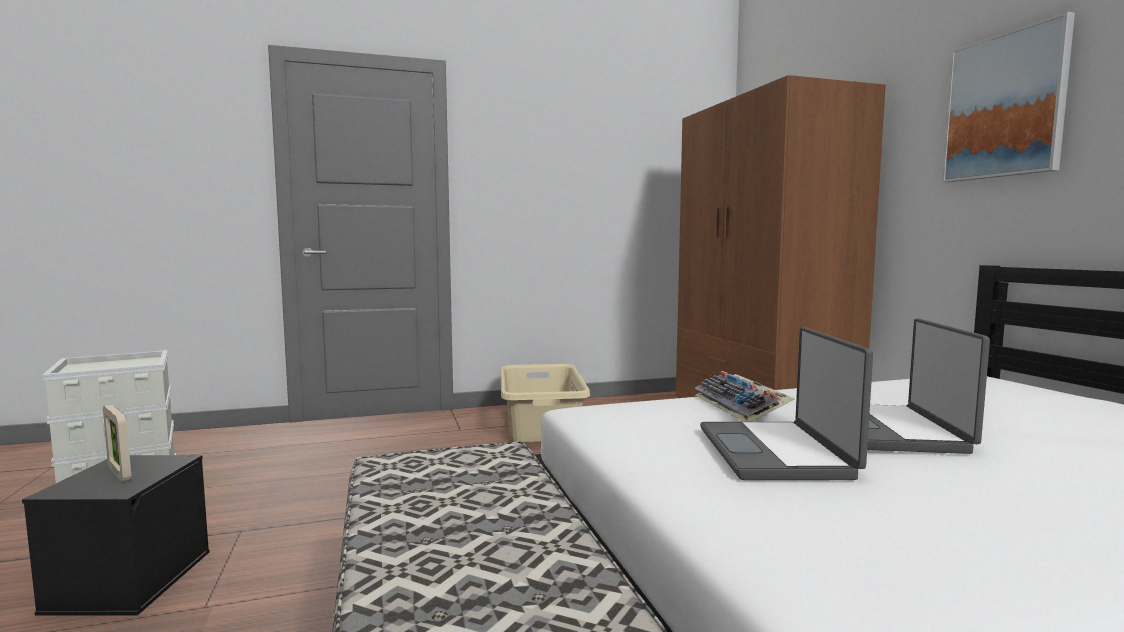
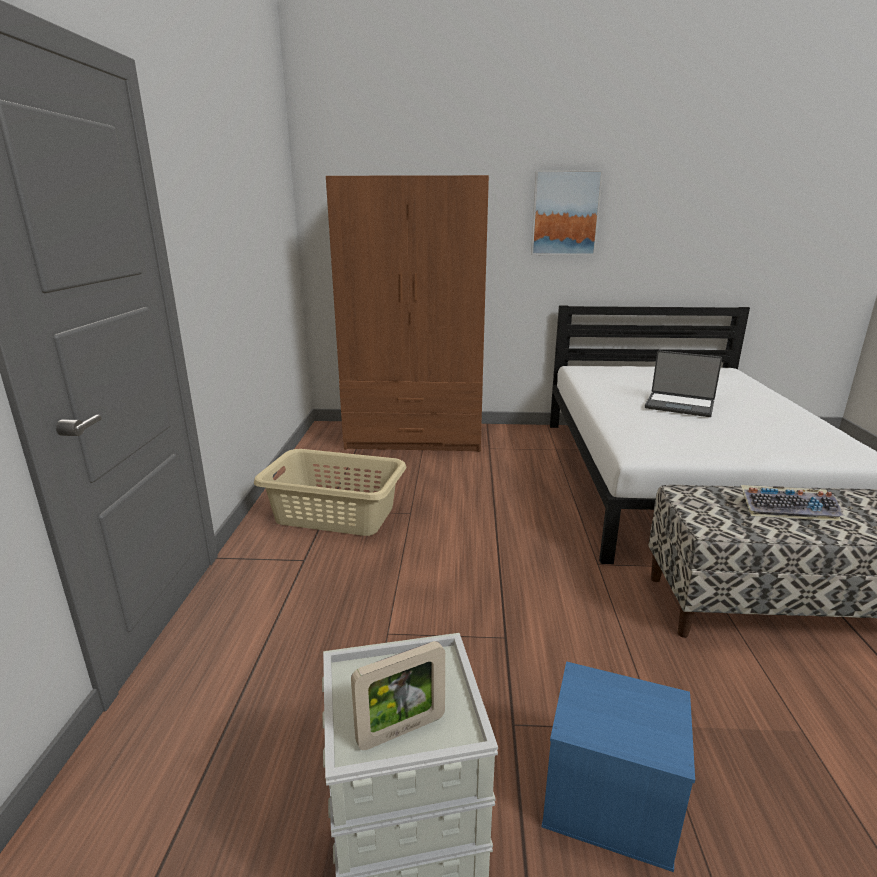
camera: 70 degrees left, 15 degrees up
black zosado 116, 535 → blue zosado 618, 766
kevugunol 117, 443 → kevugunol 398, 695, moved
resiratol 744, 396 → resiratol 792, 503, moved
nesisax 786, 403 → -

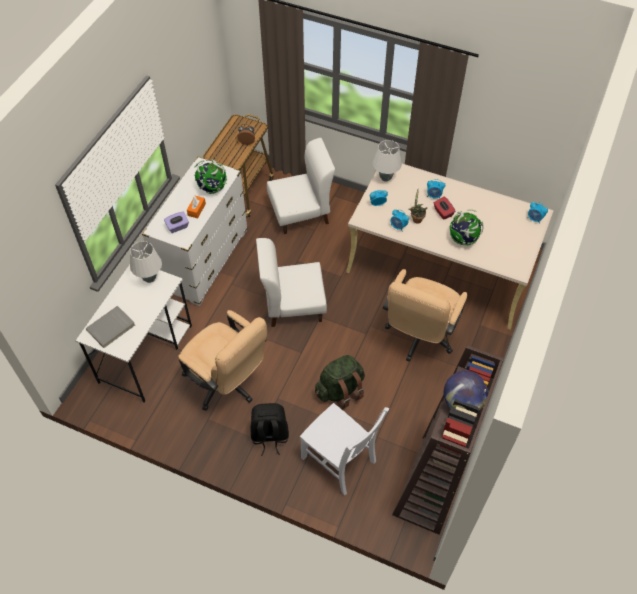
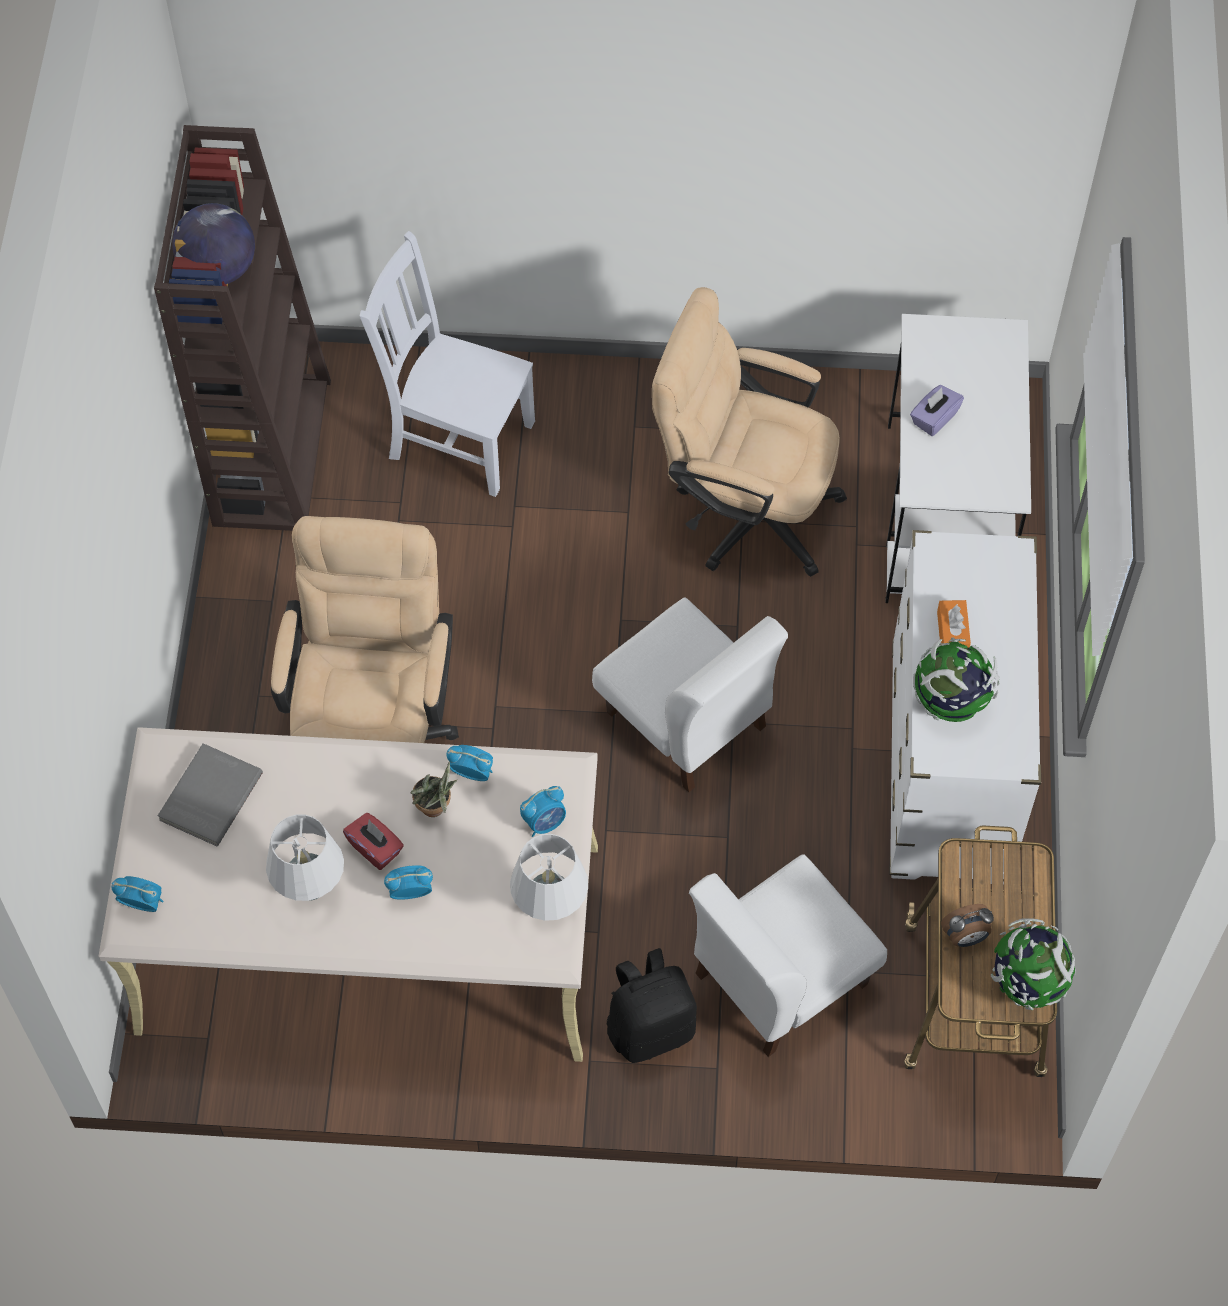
camera: 160 degrees right, 5 degrees up
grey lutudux 110, 327 → grey lutudux 210, 794, moved
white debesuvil 146, 262 → white debesuvil 305, 857, moved
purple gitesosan 176, 222 → purple gitesosan 937, 410, moved
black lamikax 270, 429 → black lamikax 652, 1005, moved
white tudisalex 291, 282 → white tudisalex 690, 694, 75 degrees clockwise
green lamikax 340, 382 → -
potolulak 466, 227 → potolulak 1033, 964, moved

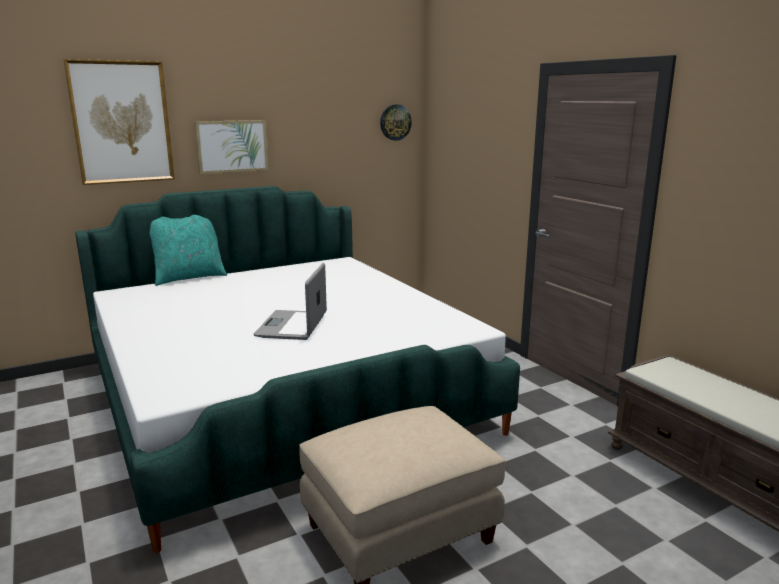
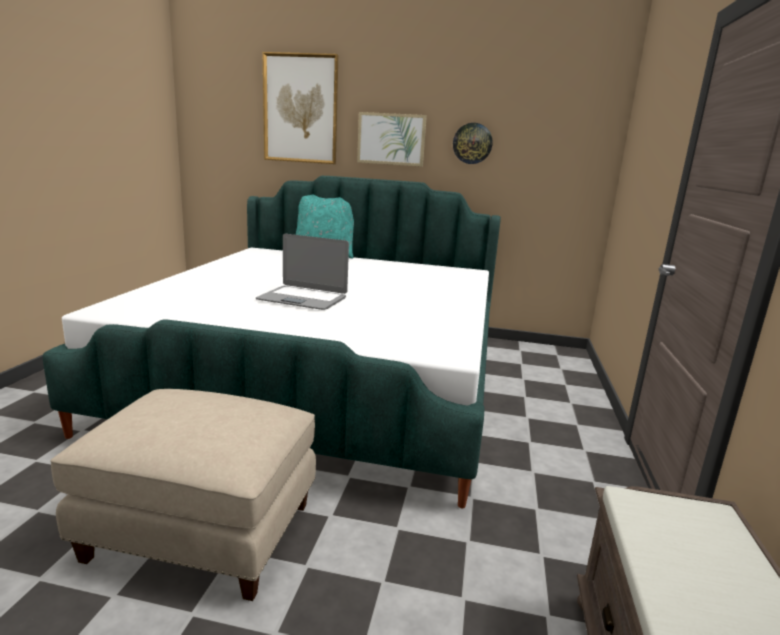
camera: 40 degrees right, 0 degrees up
nesisax 290, 301 → nesisax 302, 272, 120 degrees counterclockwise
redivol 396, 122 → redivol 473, 143, moved

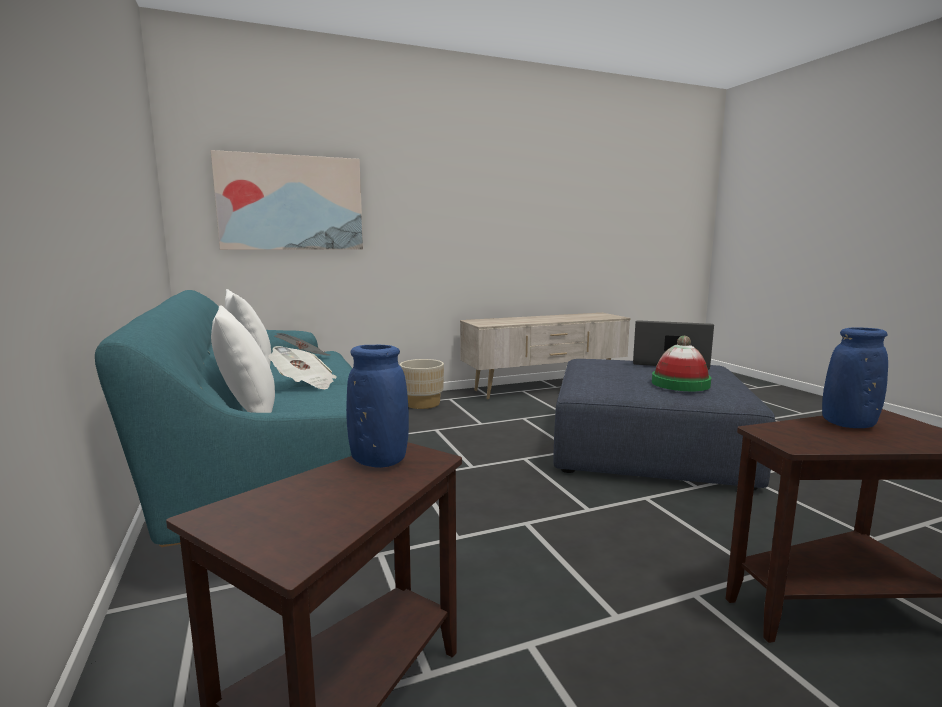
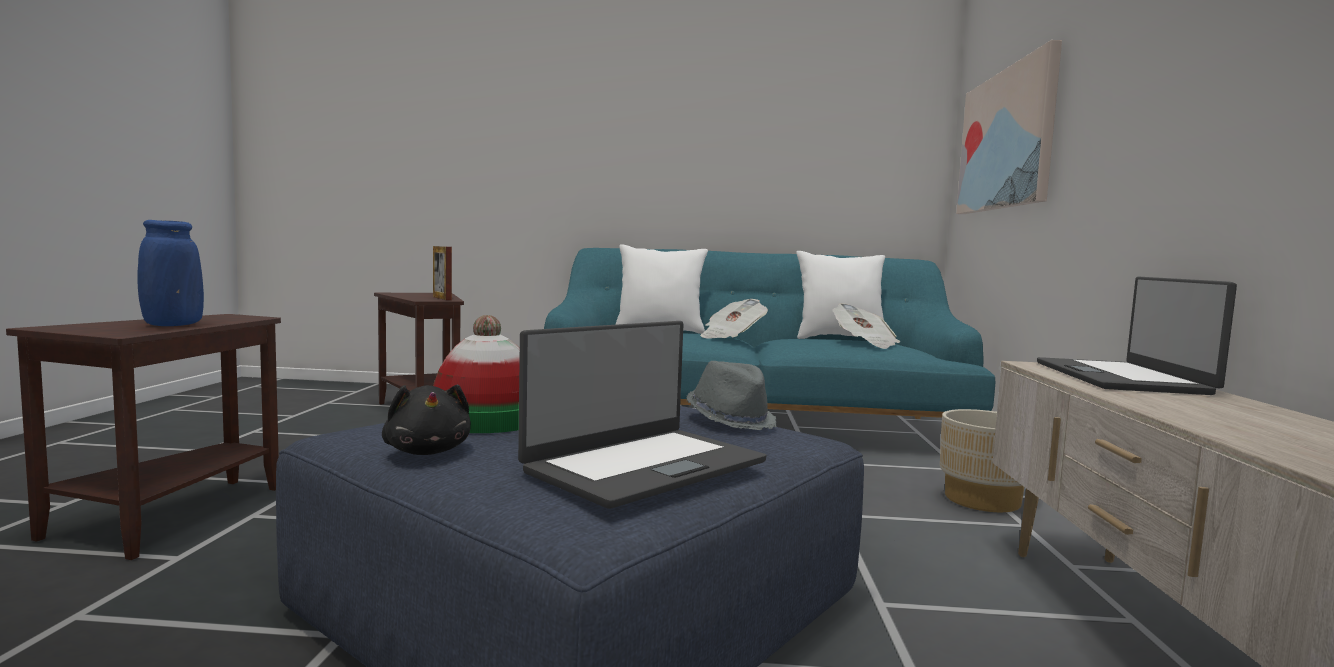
camera: 115 degrees right, 5 degrees down
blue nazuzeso 377, 406 → kevugunol 442, 273
- → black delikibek 426, 420
- → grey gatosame 732, 395
- → nesisax 1137, 336

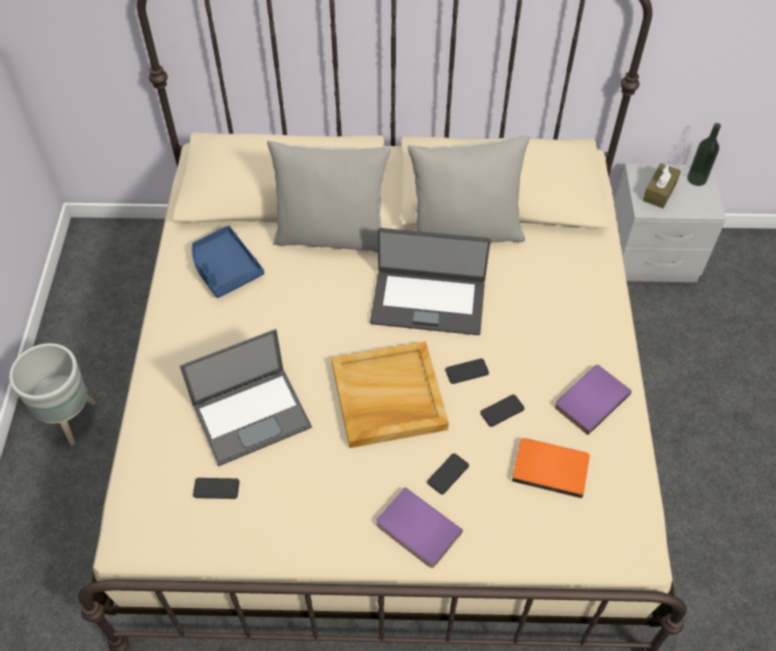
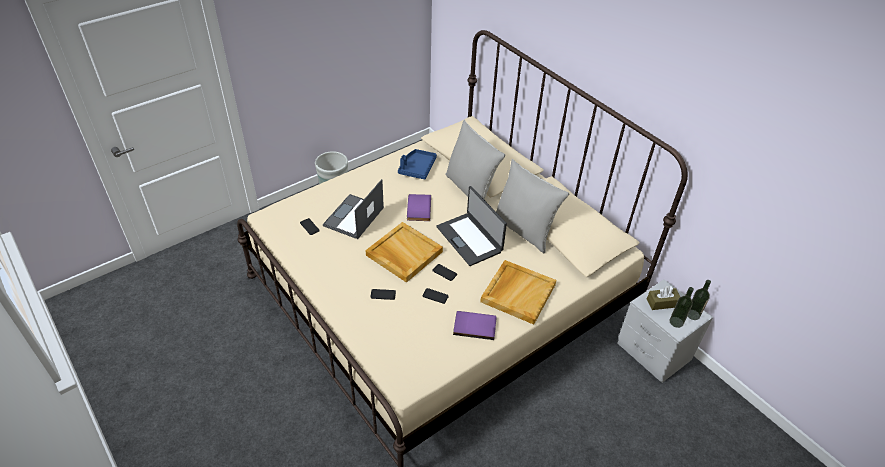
camera: 50 degrees right, 10 degrees down
nesisax 246, 398 → nesisax 353, 209, 90 degrees clockwise
purple lutudux 419, 527 → purple lutudux 419, 207, moved
orange lutudux 551, 468 → -
- → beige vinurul 518, 292
- → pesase 682, 307

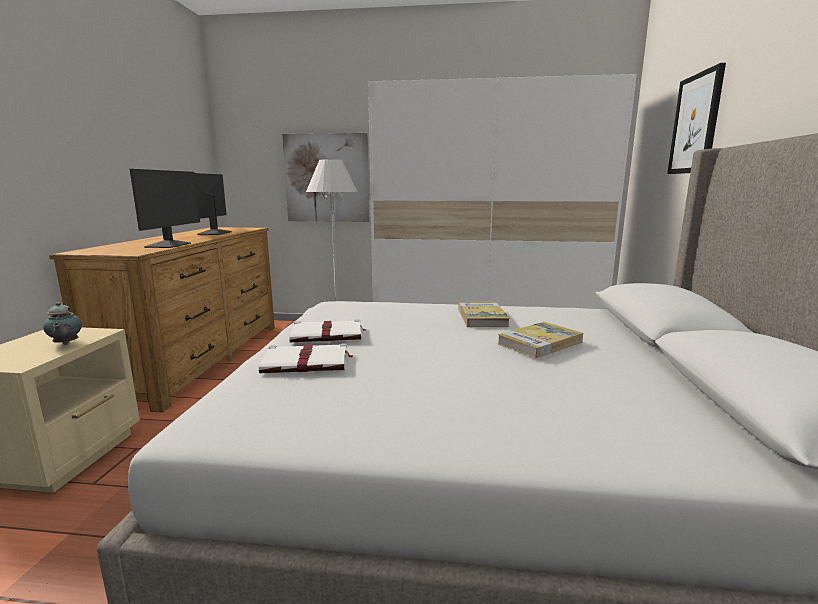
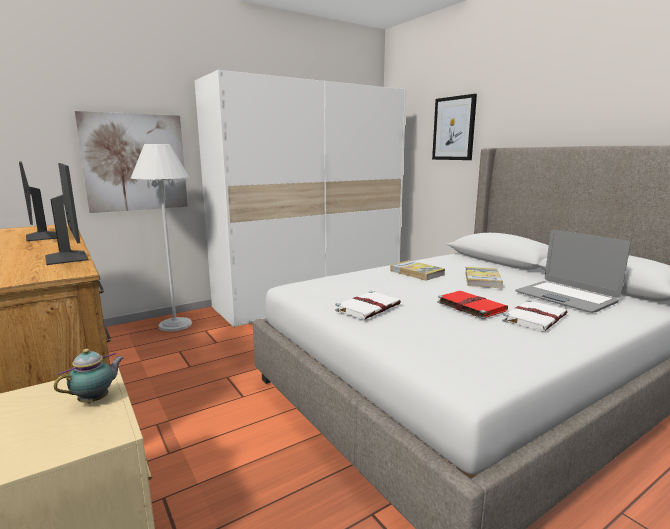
camera: 40 degrees left, 0 degrees up
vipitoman 62, 323 → vipitoman 89, 376, 75 degrees counterclockwise
white lutudux 306, 358 → white lutudux 535, 316, moved
- → red lutudux 472, 305
- → nesisax 573, 271

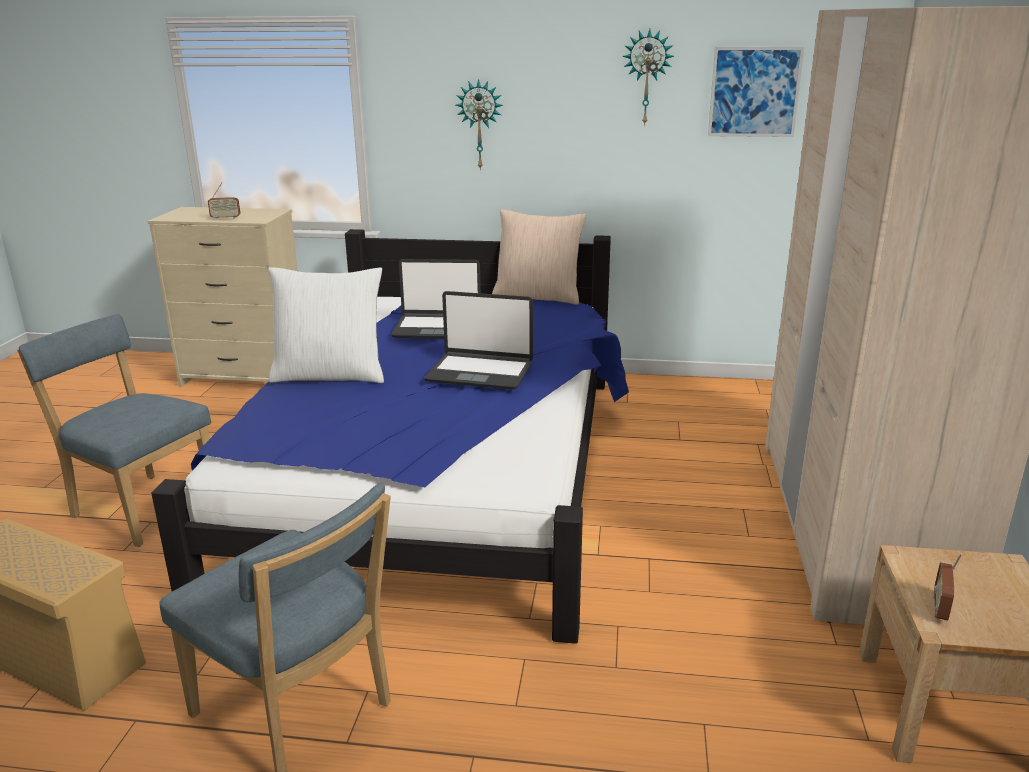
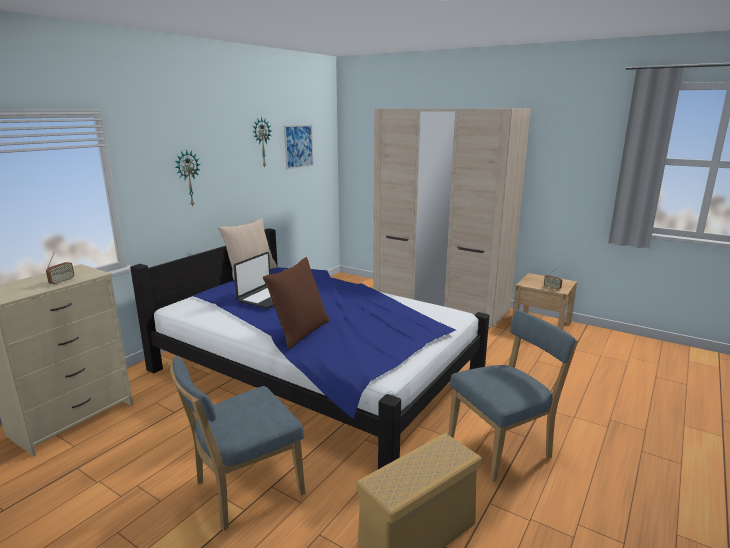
camera: 65 degrees left, 5 degrees down
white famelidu 326, 325 → brown famelidu 296, 303
nesisax 478, 340 → -

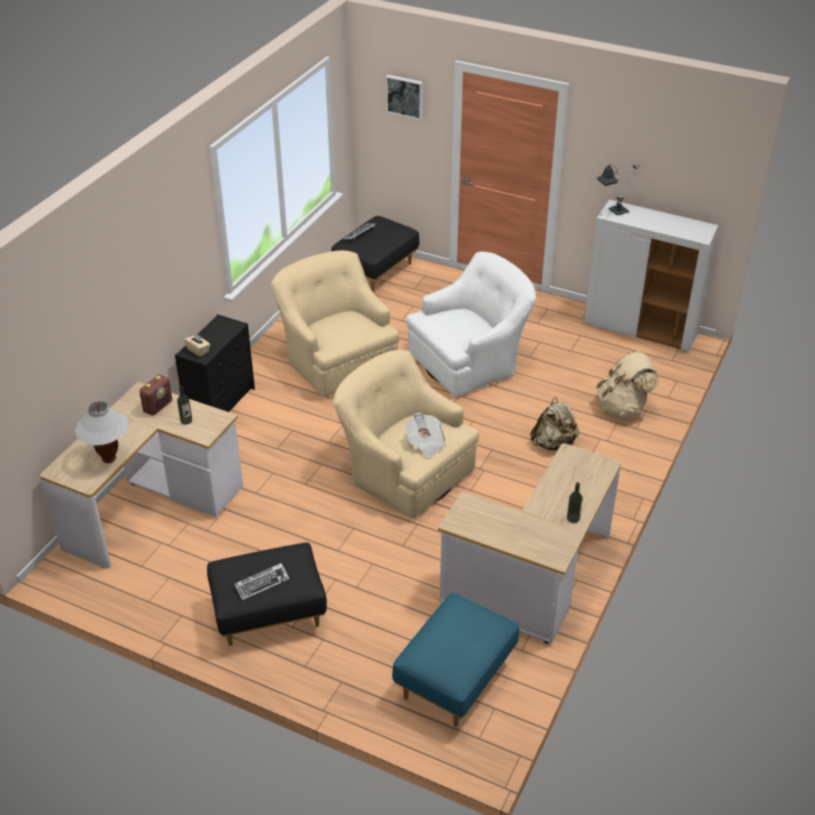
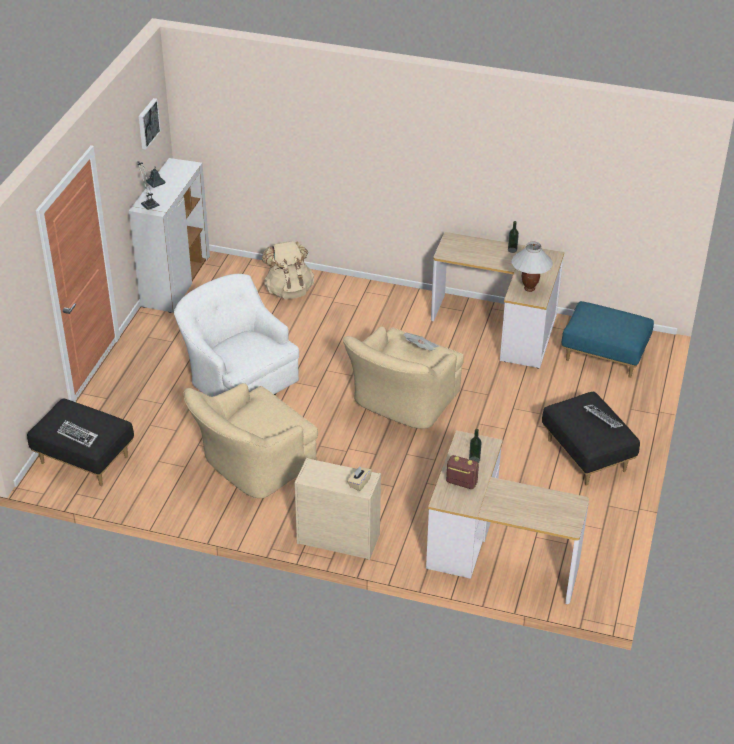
camera: 100 degrees left, 0 degrees up
white debesuvil 102, 432 → white debesuvil 532, 266, moved
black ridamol 215, 363 → beige ridamol 338, 509
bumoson 404, 97 → bumoson 150, 123, moved
beige lamikax 554, 423 → -

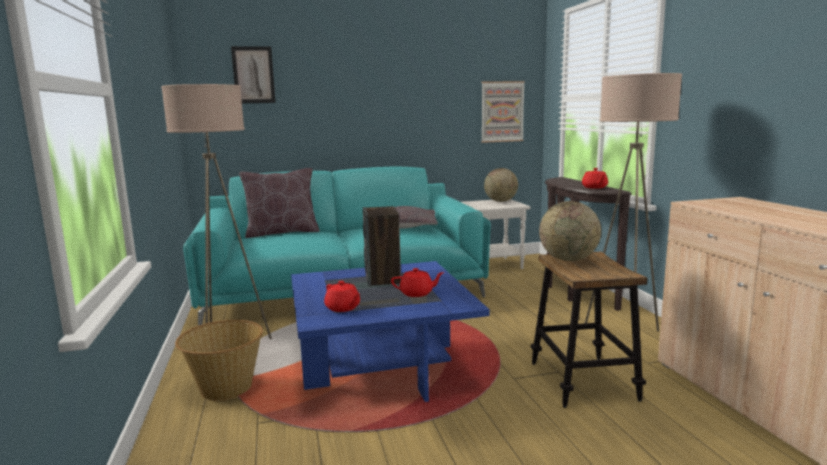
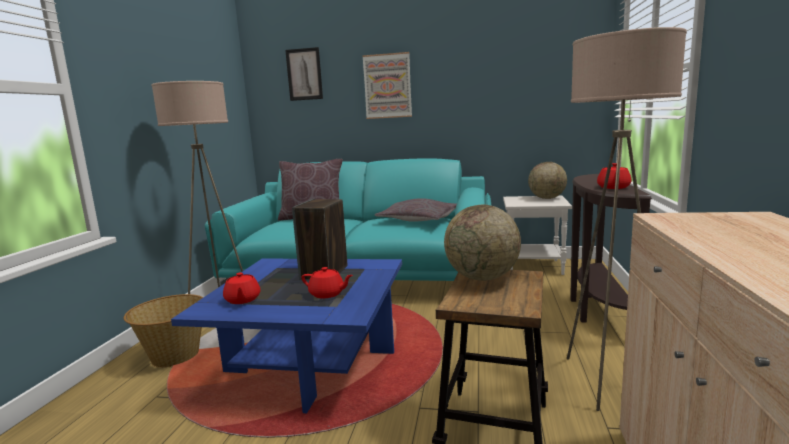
camera: 25 degrees right, 0 degrees up
bumoson 503, 112 → bumoson 387, 85, moved

